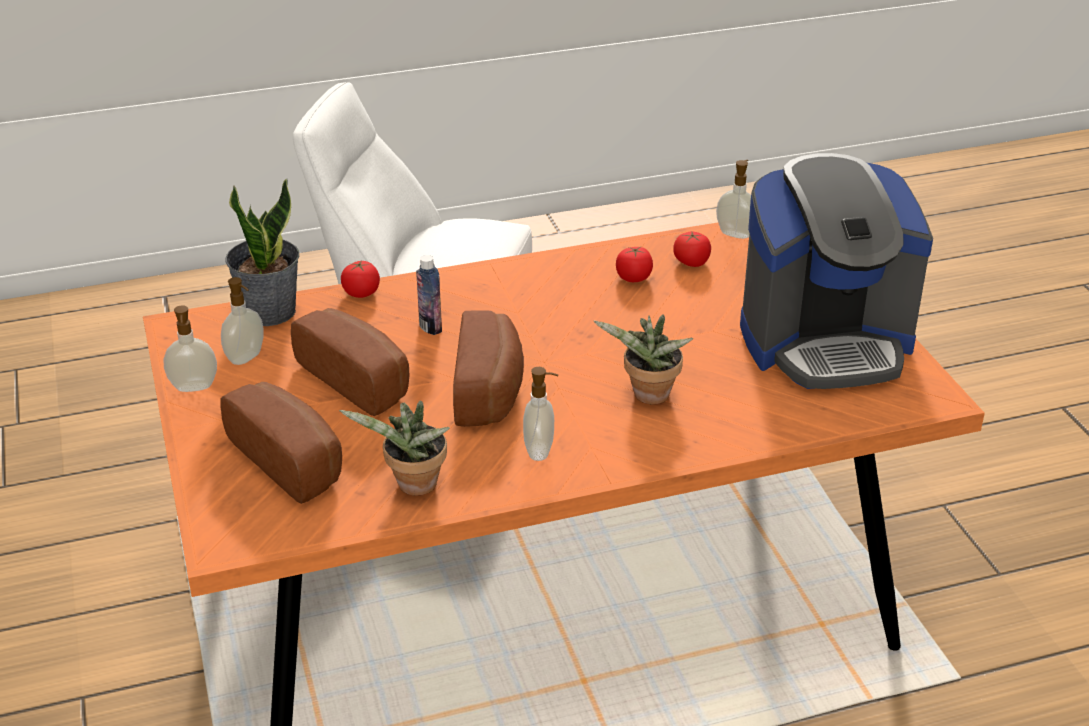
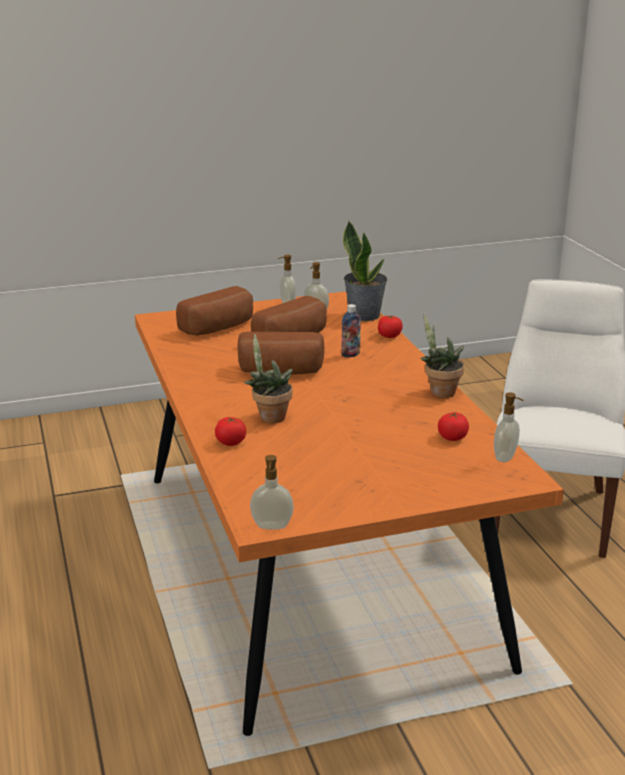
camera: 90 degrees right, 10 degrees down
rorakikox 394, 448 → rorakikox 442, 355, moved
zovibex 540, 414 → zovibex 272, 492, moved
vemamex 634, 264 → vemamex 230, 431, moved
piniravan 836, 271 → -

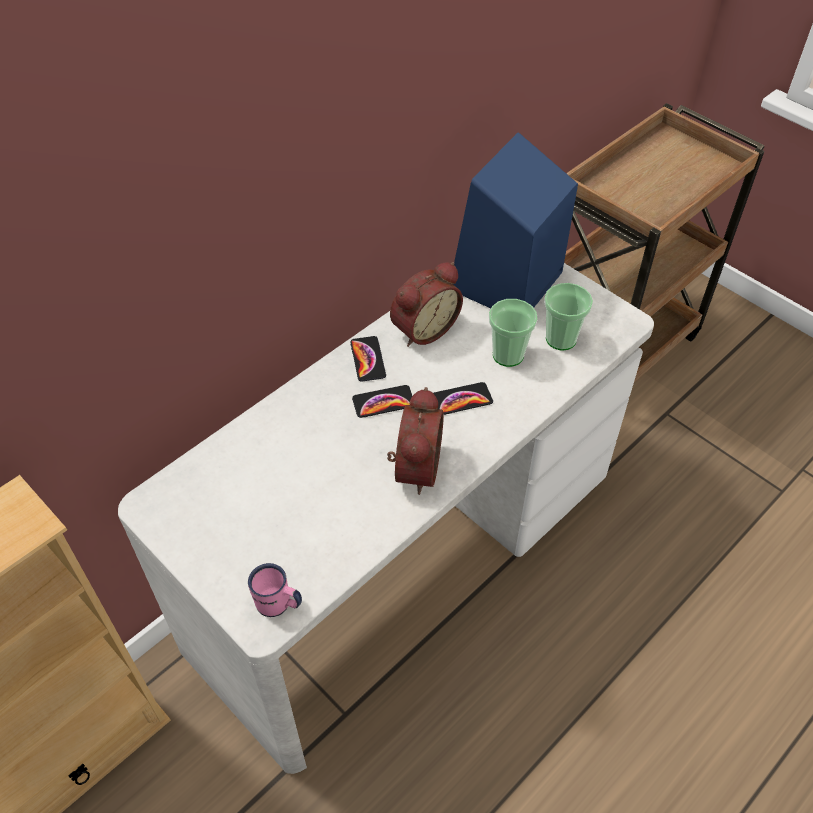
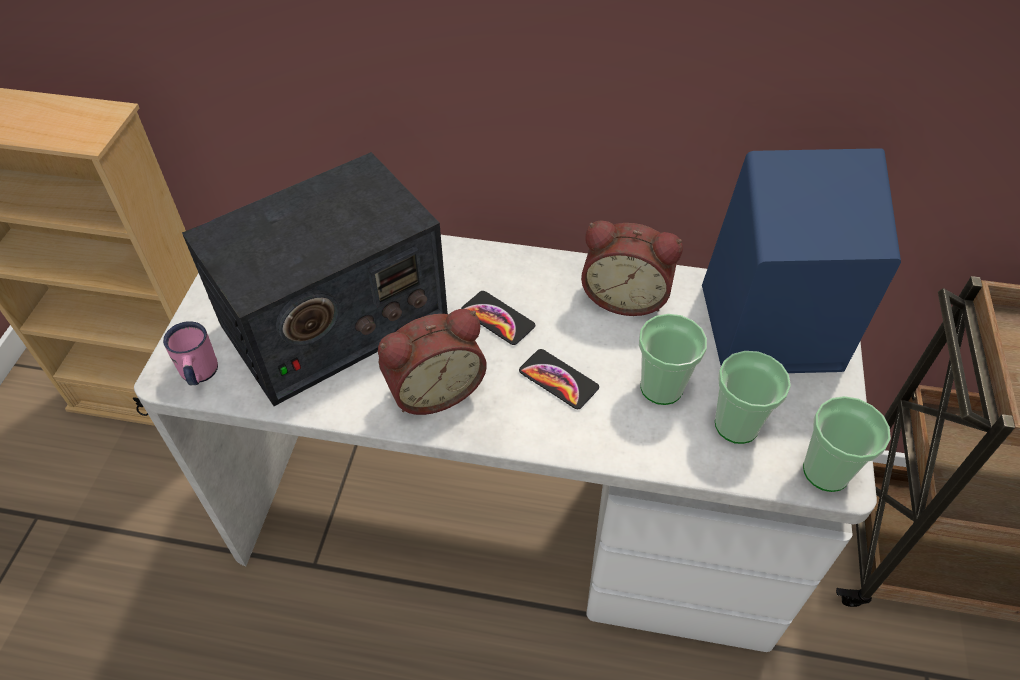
camera: 55 degrees right, 0 degrees up
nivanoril 368, 359 → -
- → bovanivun 315, 279
- → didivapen 847, 444

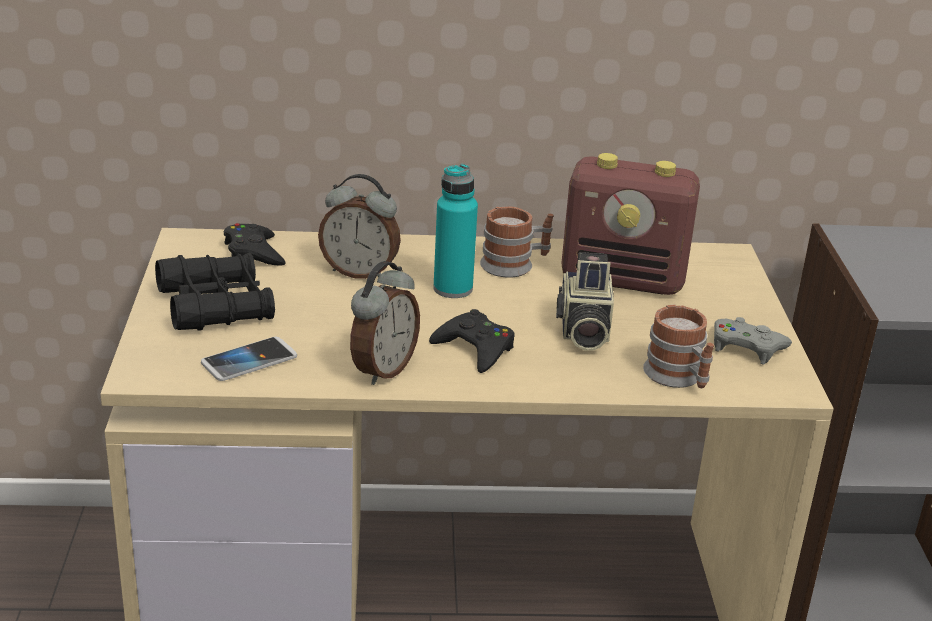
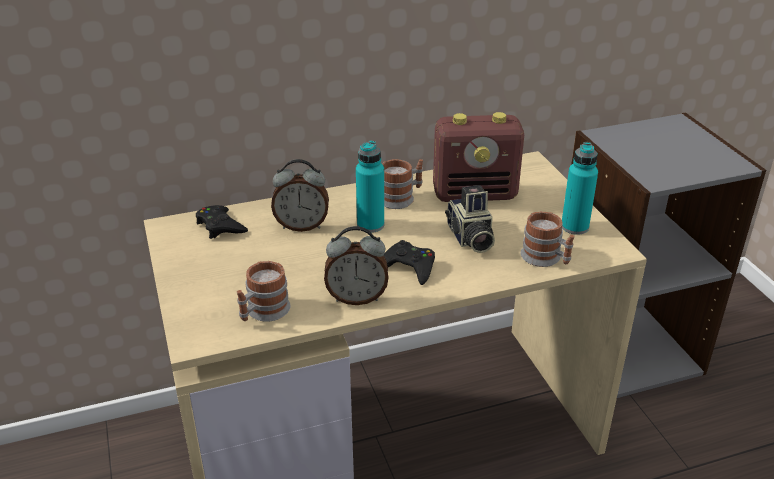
camera: 15 degrees left, 5 degrees up
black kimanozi 215, 291 → -
nivanoril 249, 359 → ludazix 264, 291
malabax 385, 323 → malabax 356, 265, 75 degrees clockwise
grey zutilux 753, 341 → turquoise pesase 580, 188

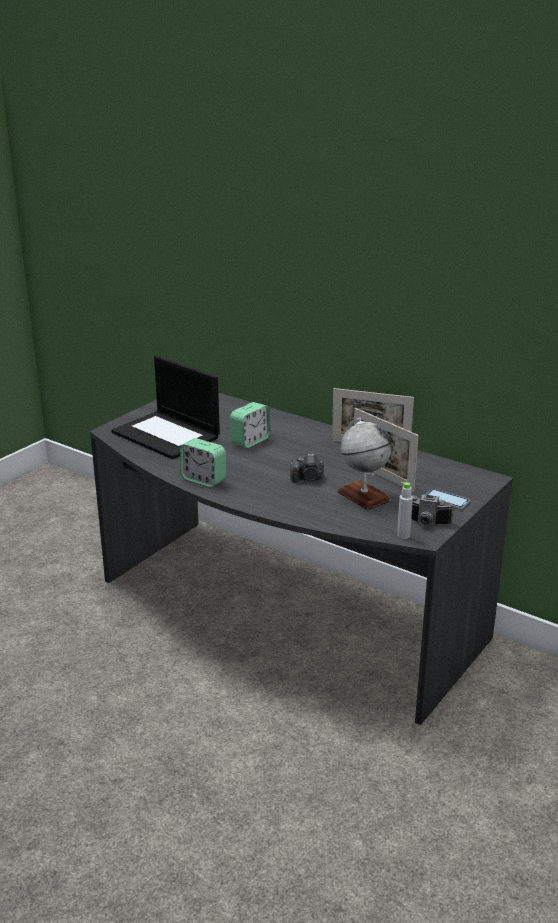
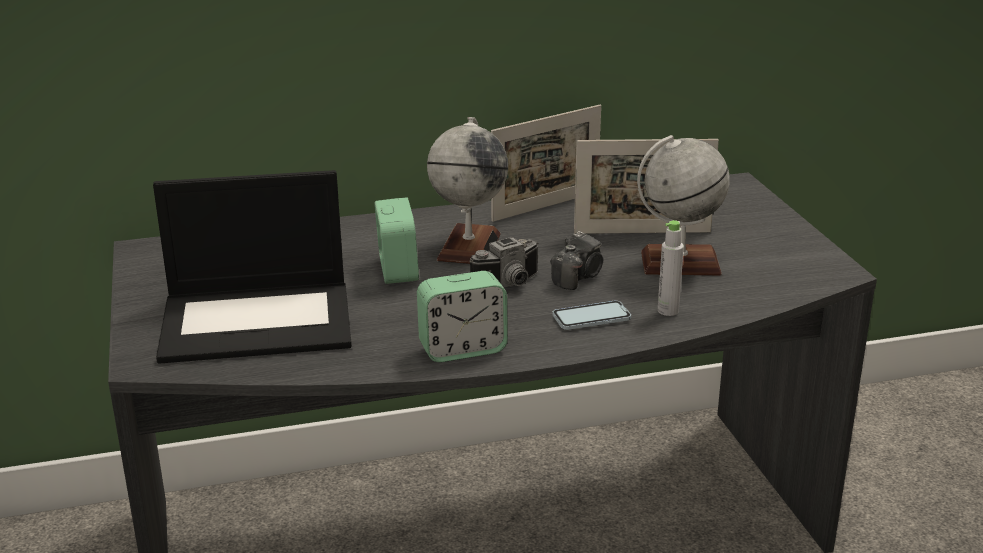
camera: 50 degrees left, 0 degrees up
grey pesase 405, 510 → grey pesase 671, 268, moved
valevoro 433, 509 → valevoro 504, 262, moved
nivanoril 447, 499 → nivanoril 591, 315, moved
- → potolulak 467, 190

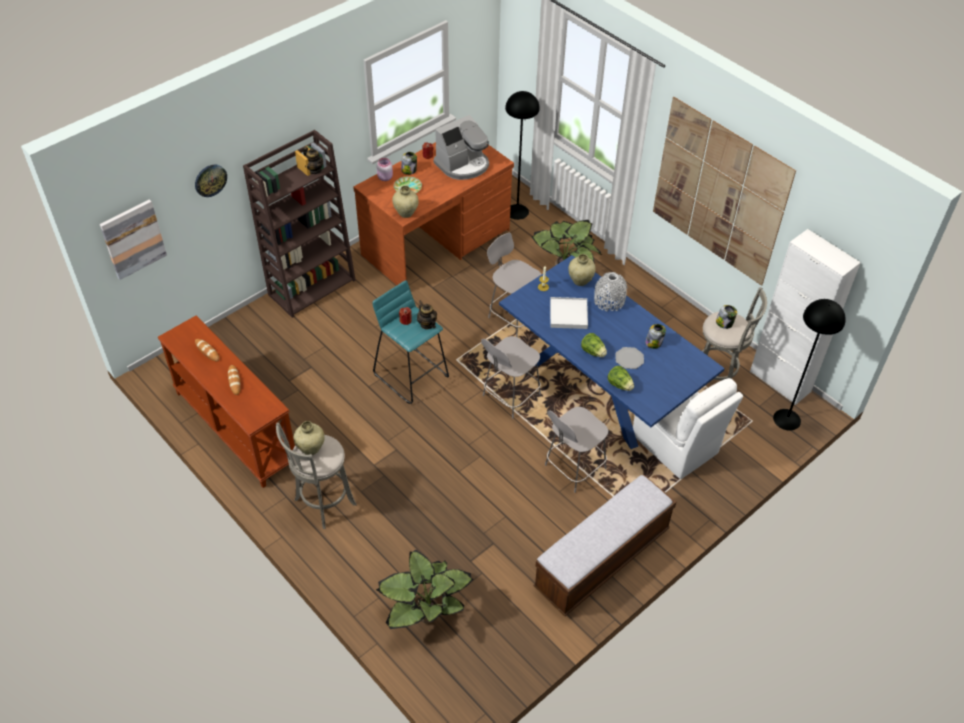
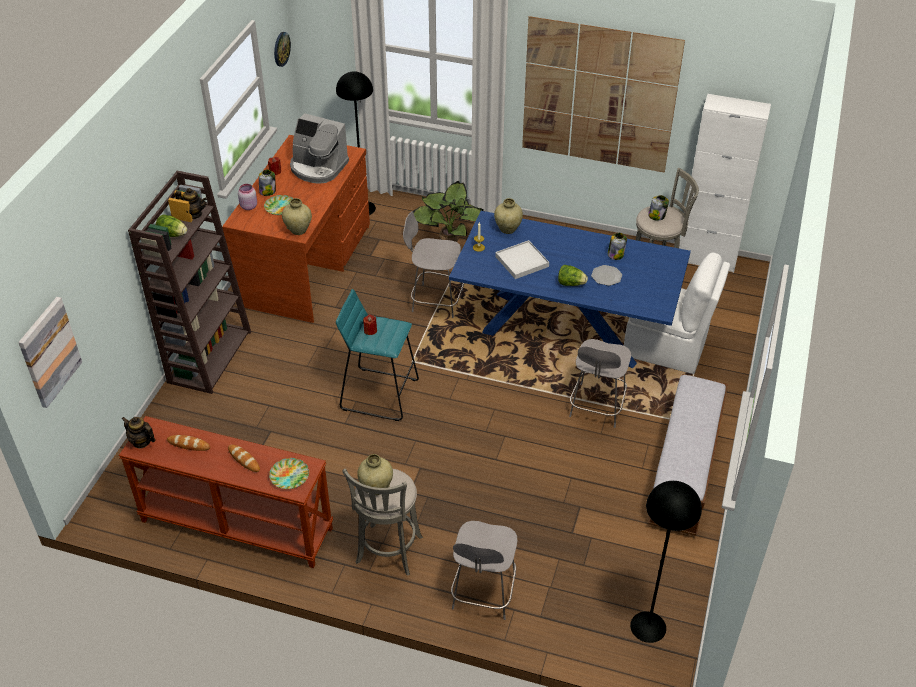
camera: 30 degrees left, 5 degrees down
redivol 211, 180 → redivol 282, 49, moved
rorakikox 424, 589 → -
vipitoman 427, 314 → vipitoman 138, 432, moved
piniravan 461, 147 → piniravan 319, 148, 90 degrees clockwise
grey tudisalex 511, 377 → grey tudisalex 484, 570, moved
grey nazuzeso 611, 291 → -
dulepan 621, 378 → dulepan 171, 225, moved
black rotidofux 809, 365 → black rotidofux 666, 562, moved
- → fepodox 289, 473

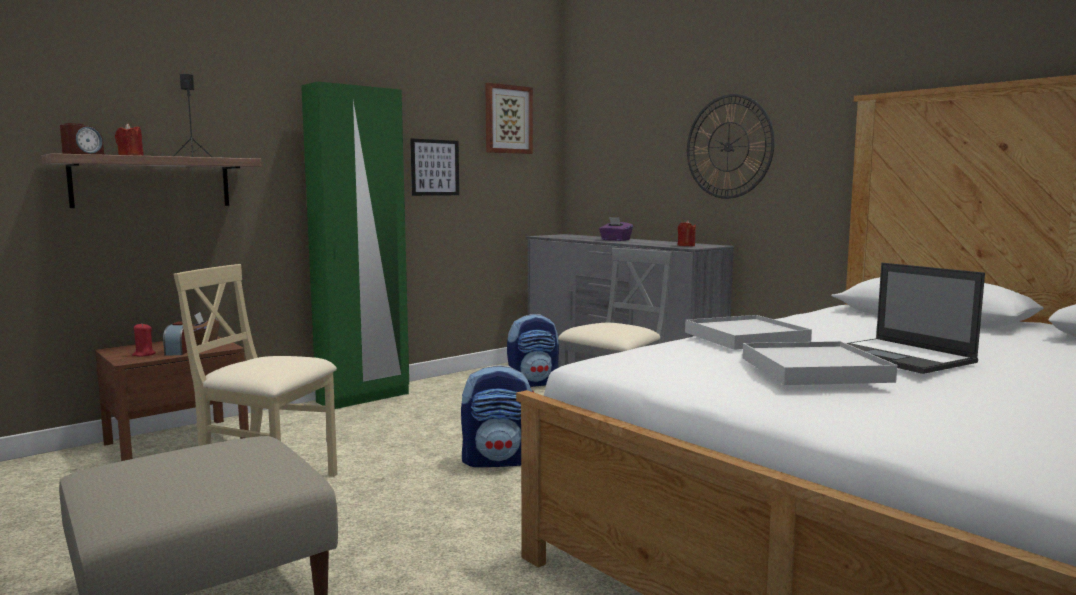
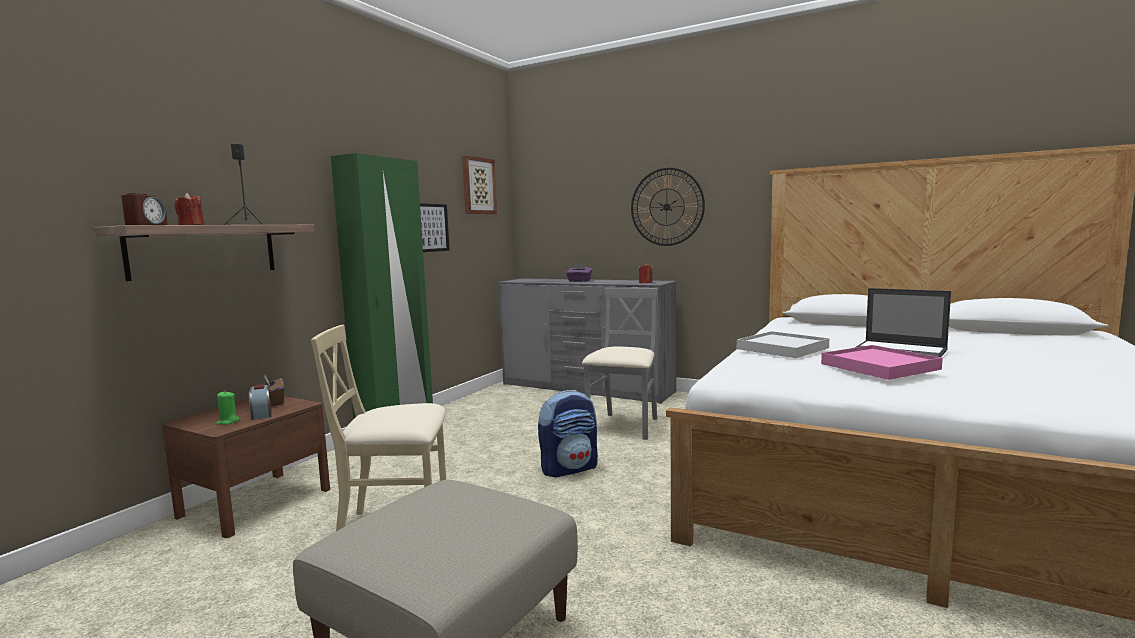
camera: 20 degrees left, 0 degrees up
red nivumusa 144, 340 → green nivumusa 228, 408
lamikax 533, 350 → -
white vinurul 820, 363 → pink vinurul 882, 362

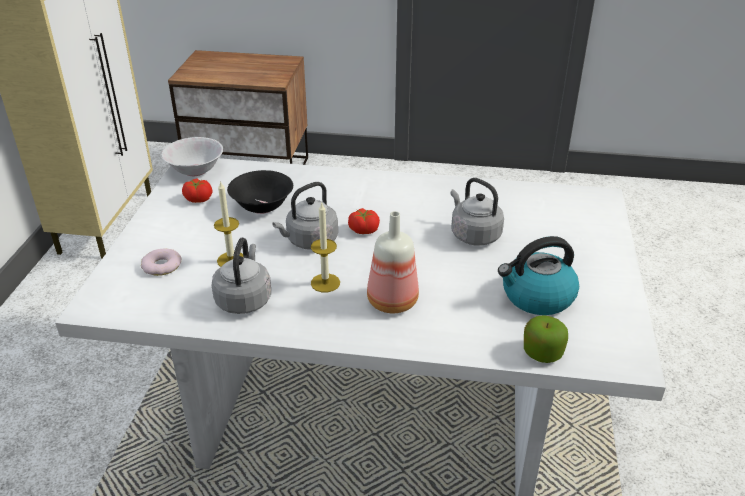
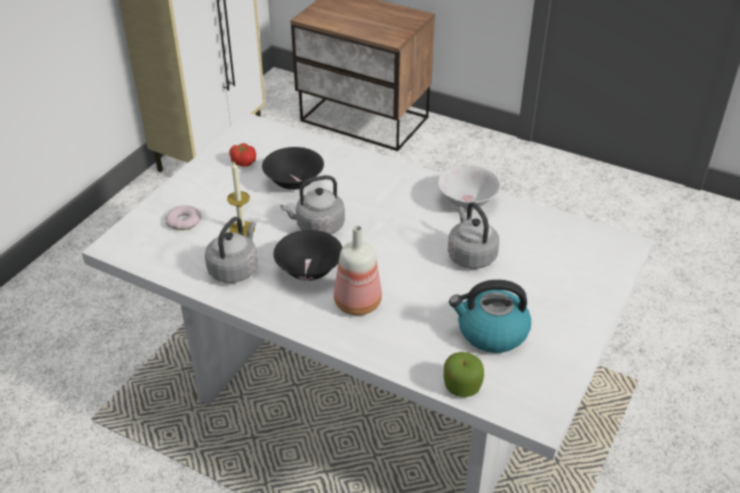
camera: 20 degrees right, 5 degrees up
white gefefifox 192, 156 → white gefefifox 469, 187, moved
nivumusa 325, 247 → black gefefifox 308, 255
vemamex 364, 221 → -

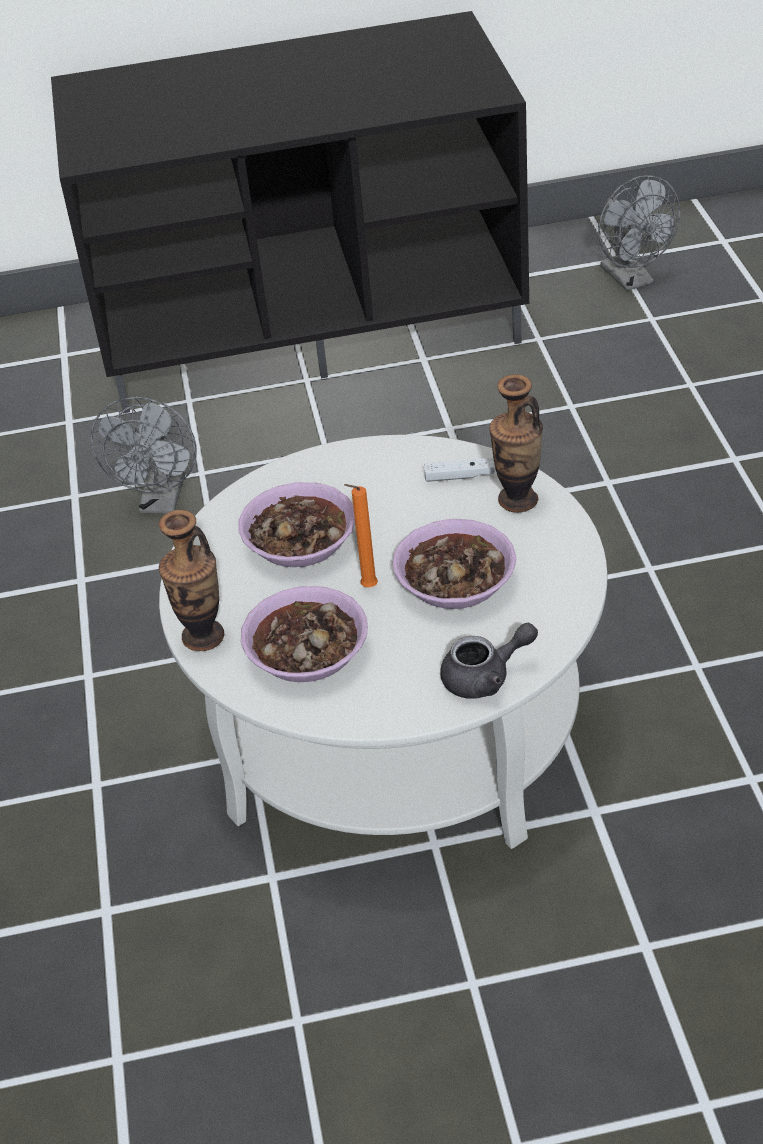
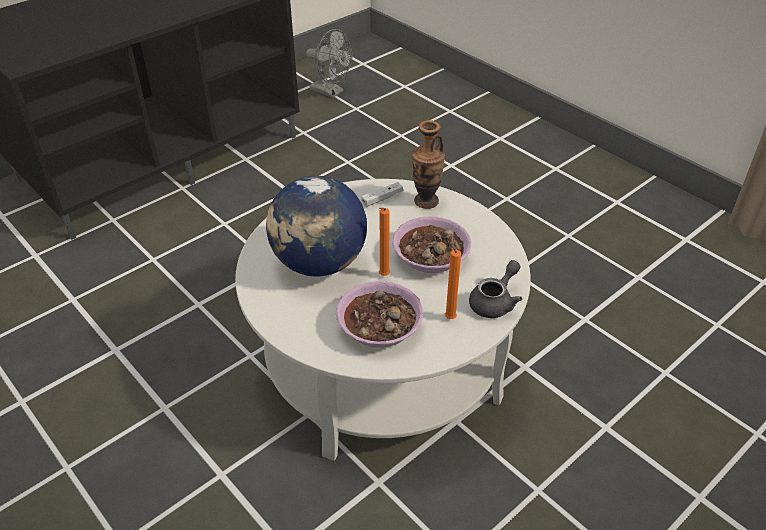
camera: 35 degrees left, 0 degrees up
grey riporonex 144, 455 → -
nazuzeso 191, 580 → -
gefefifox 296, 524 → potolulak 316, 226
- → orange nivumusa 453, 278

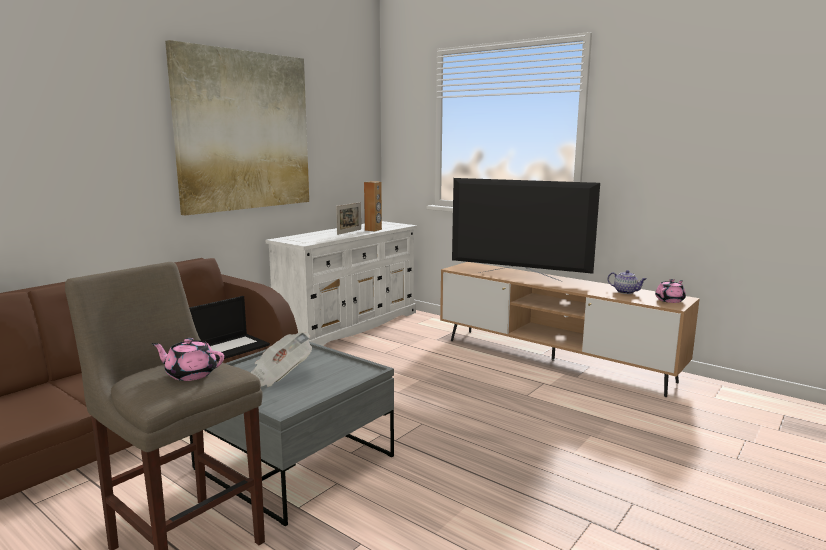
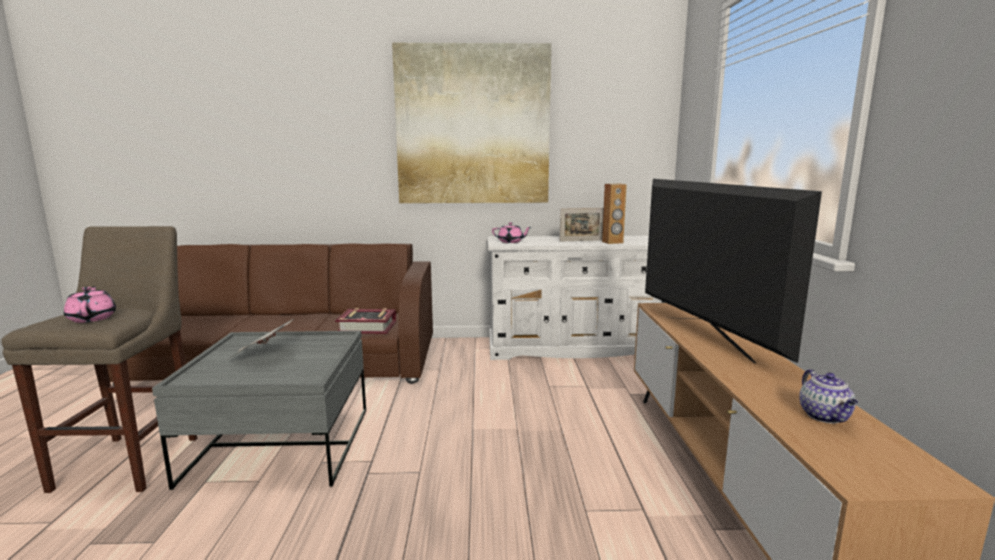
camera: 50 degrees right, 0 degrees up
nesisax 229, 328 → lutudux 365, 321
pink vipitoman 670, 291 → pink vipitoman 511, 232, moved

